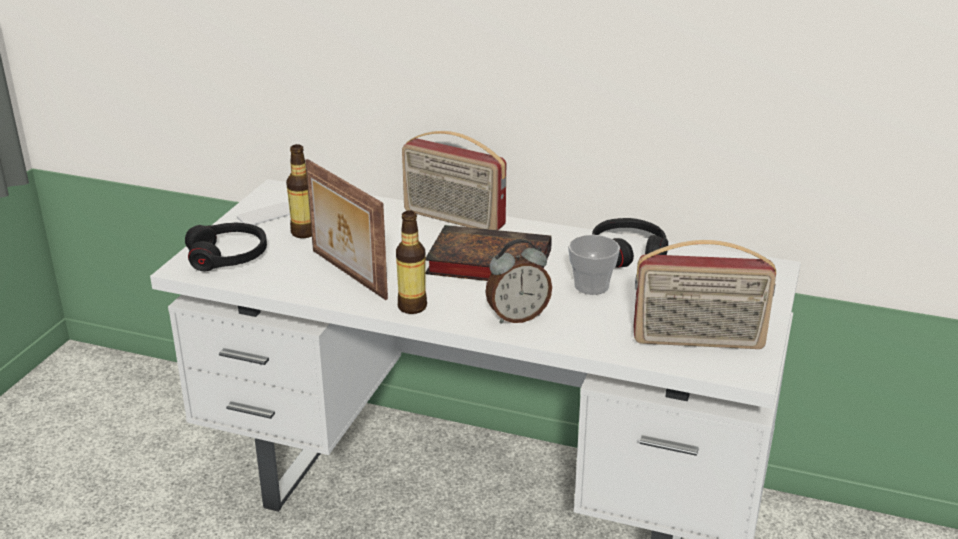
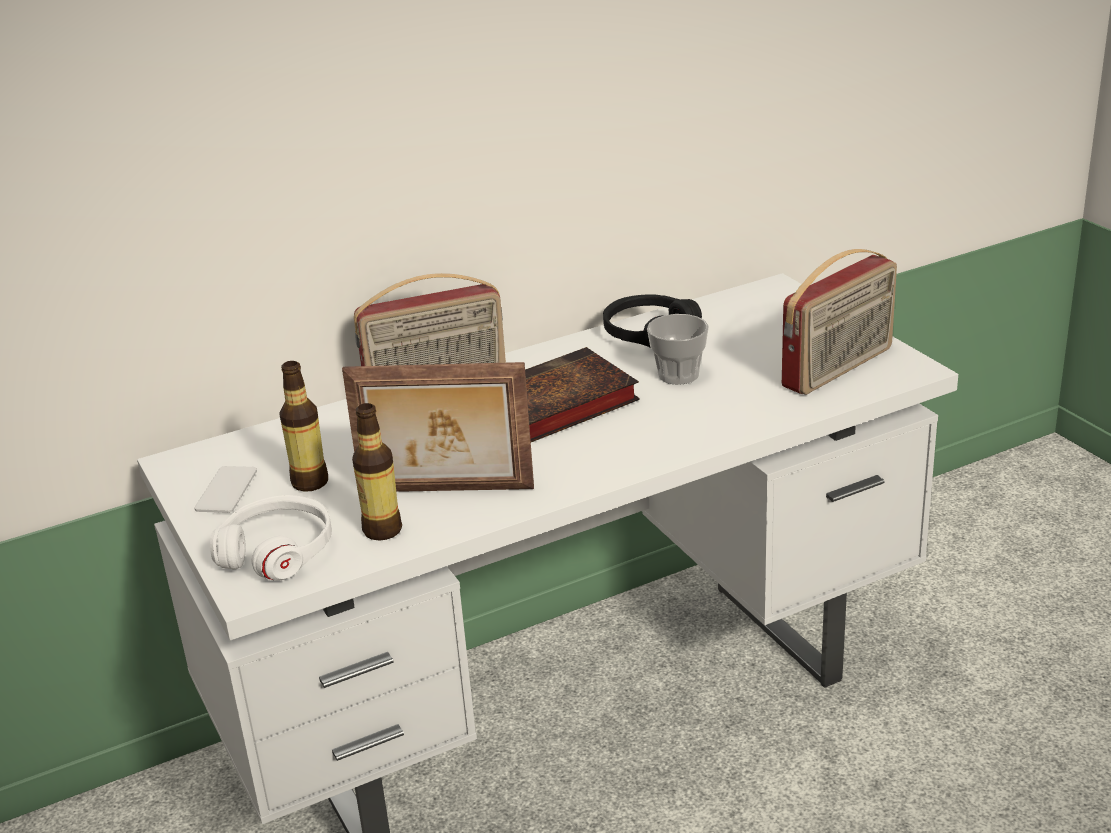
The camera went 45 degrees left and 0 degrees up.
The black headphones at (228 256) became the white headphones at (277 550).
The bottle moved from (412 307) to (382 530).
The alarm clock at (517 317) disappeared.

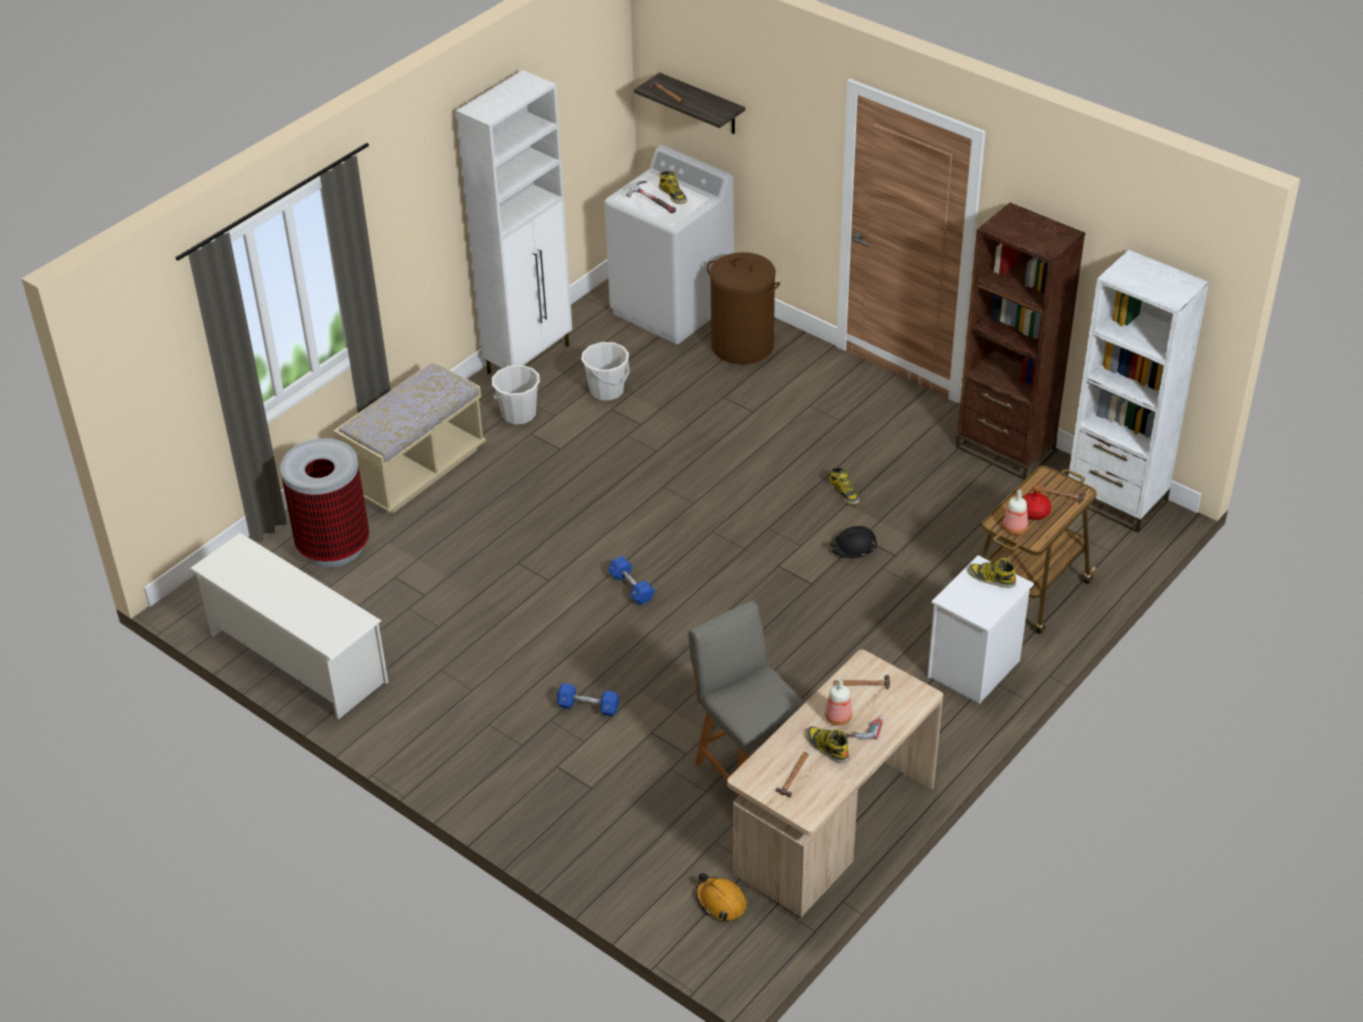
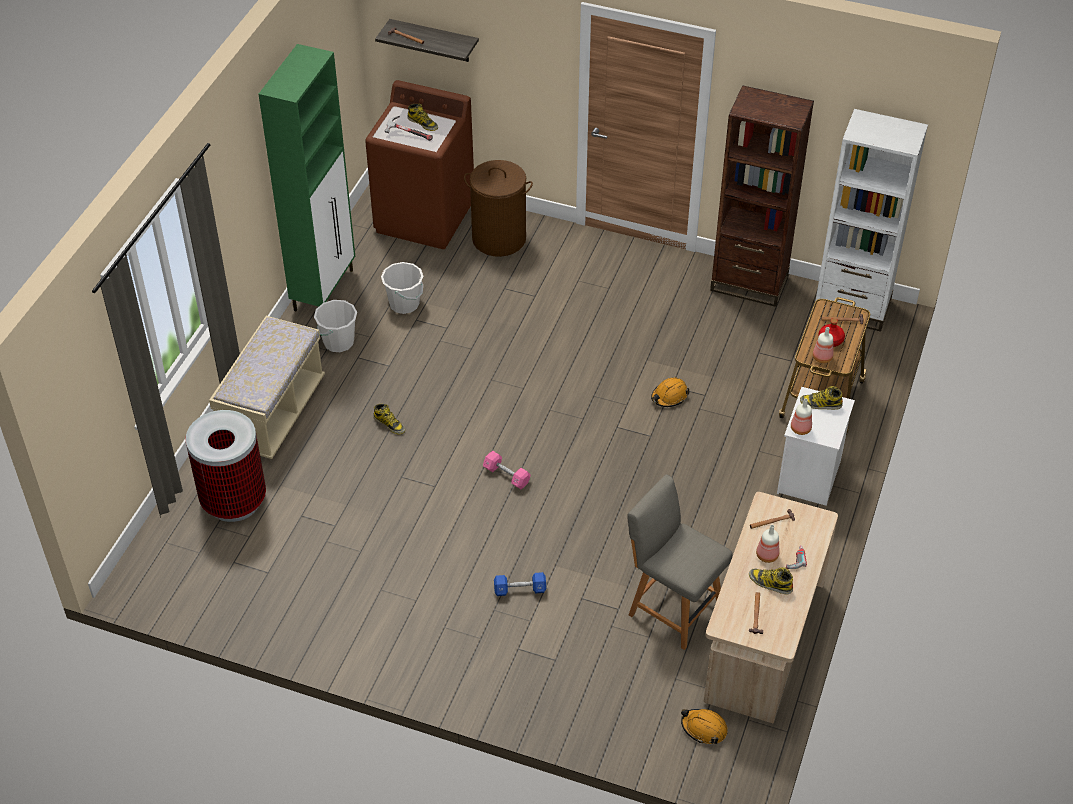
The camera went 20 degrees left and 5 degrees up.
The white shoe rack at (296 657) disappeared.
The white cabinet at (529 359) became the green cabinet at (324 289).
The white washing machine at (672 308) became the brown washing machine at (425 217).
The blue dumbbell at (631 588) became the pink dumbbell at (506 475).
The boot moved from (844 492) to (389 424).
The black hard hat at (853 547) became the orange hard hat at (669 396).
The bottle at (800 428) appeared.

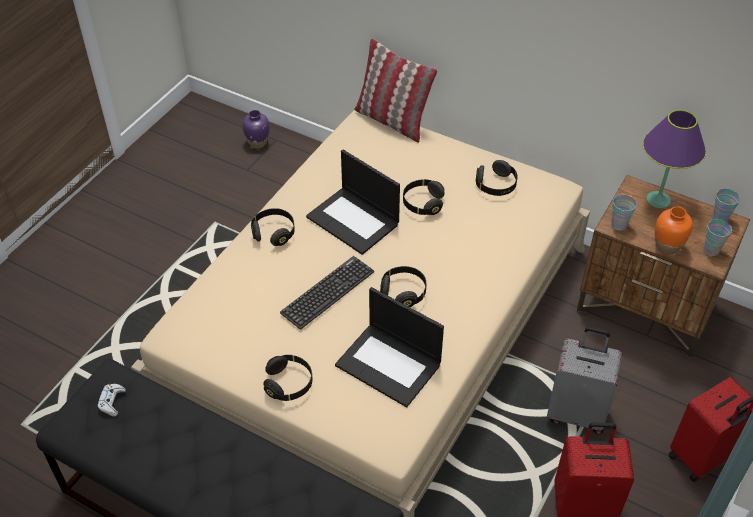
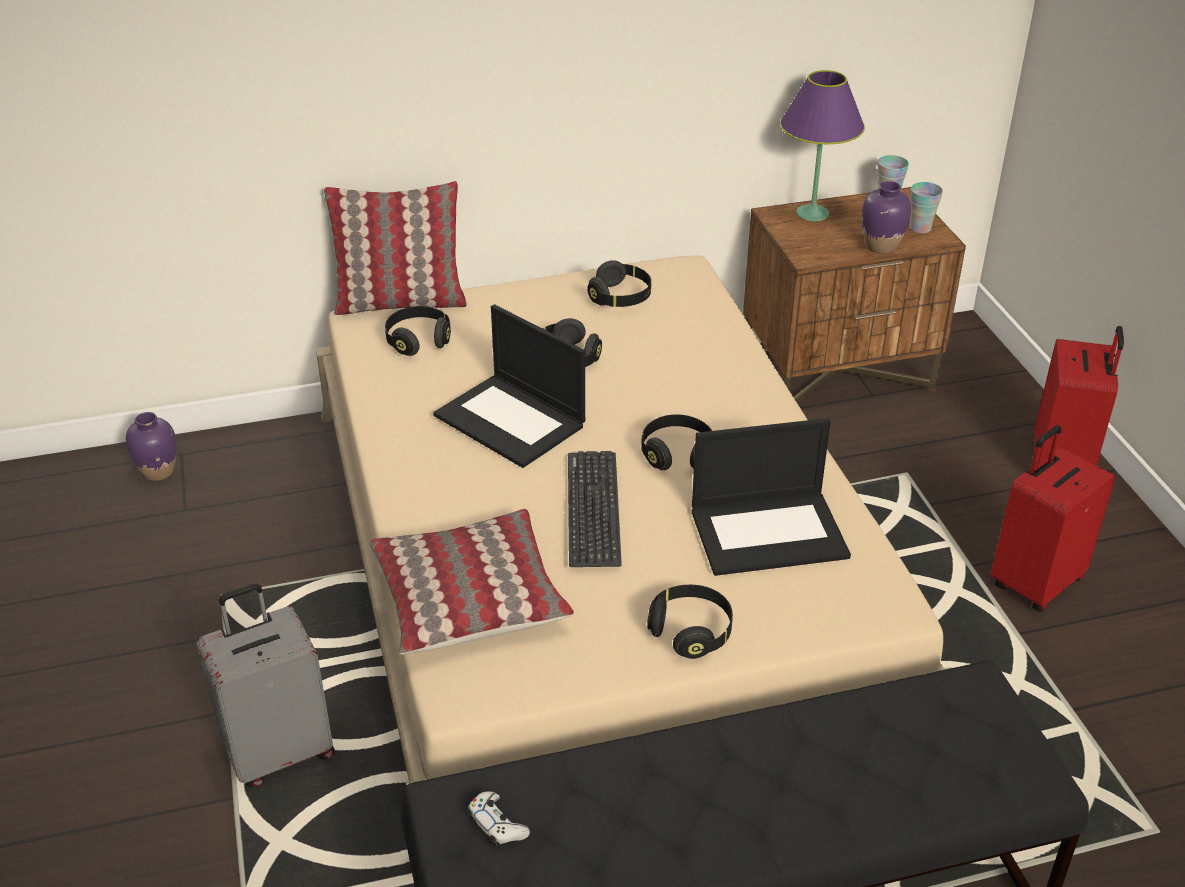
The camera went 45 degrees left and 10 degrees down.
The black headphones moved from (274 233) to (418 341).
The laptop at (354 221) turned 45 degrees clockwise.
The grey suitcase moved from (577 412) to (279 751).
The cup at (618 225) disappeared.
The orange vase at (667 247) became the purple vase at (881 246).
The pillow at (468 597) appeared.

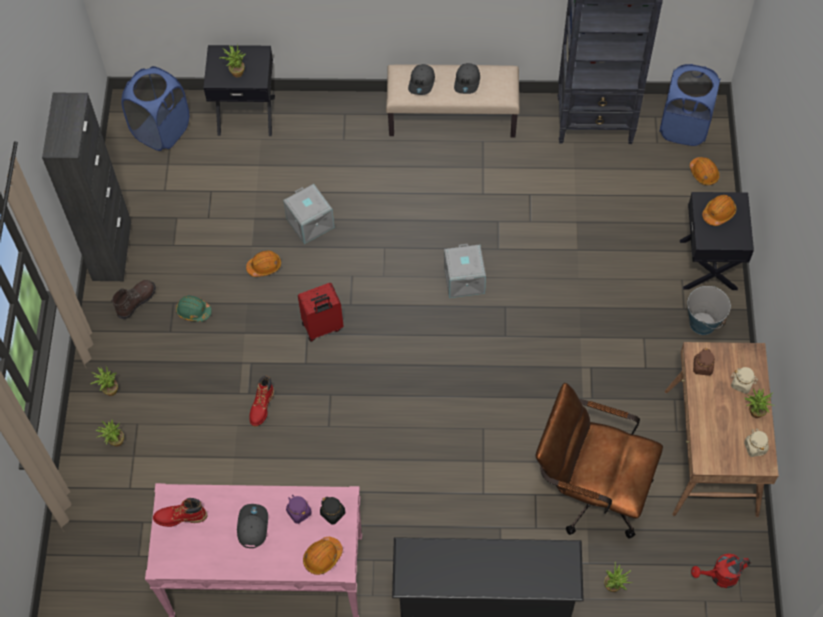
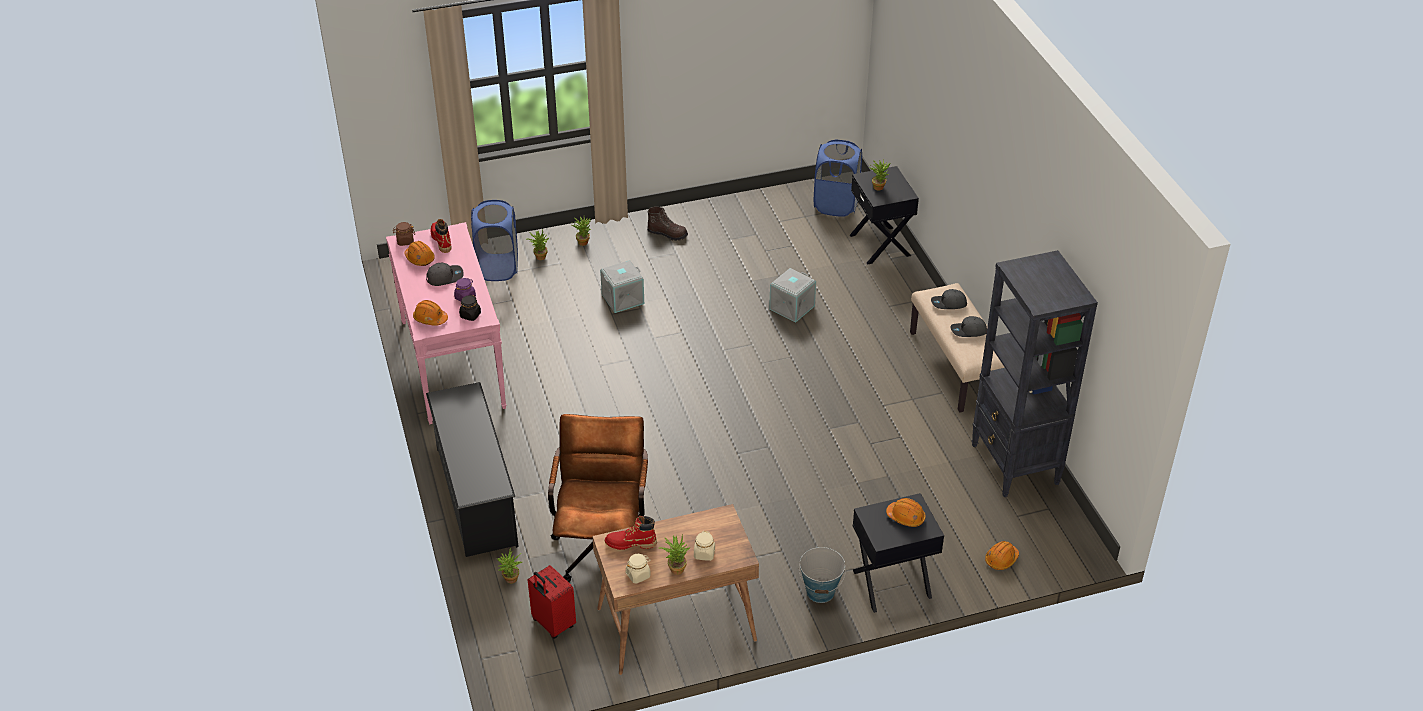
The camera went 70 degrees right and 20 degrees down.
The black cabinet at (112 251) disappeared.
The green hard hat at (193 311) disappeared.
The orange hard hat moved from (264 266) to (420 258).
The red boot moved from (262 407) to (631 543).
The red suitcase moved from (322 327) to (552 624).
The grey storage box moved from (463 280) to (622 298).
The blue laundry basket moved from (684 127) to (498 268).
The red watering can at (719 576) disappeared.
The brown jar moved from (702 367) to (405 241).

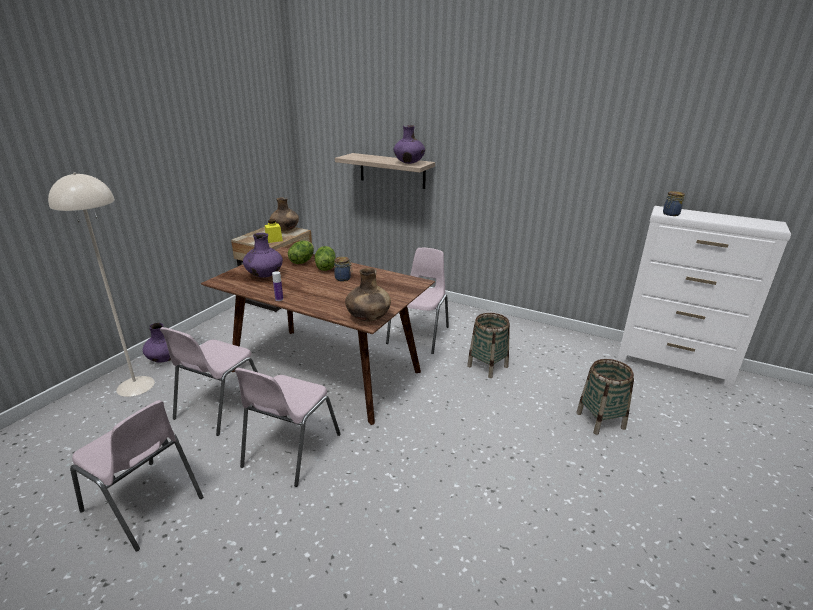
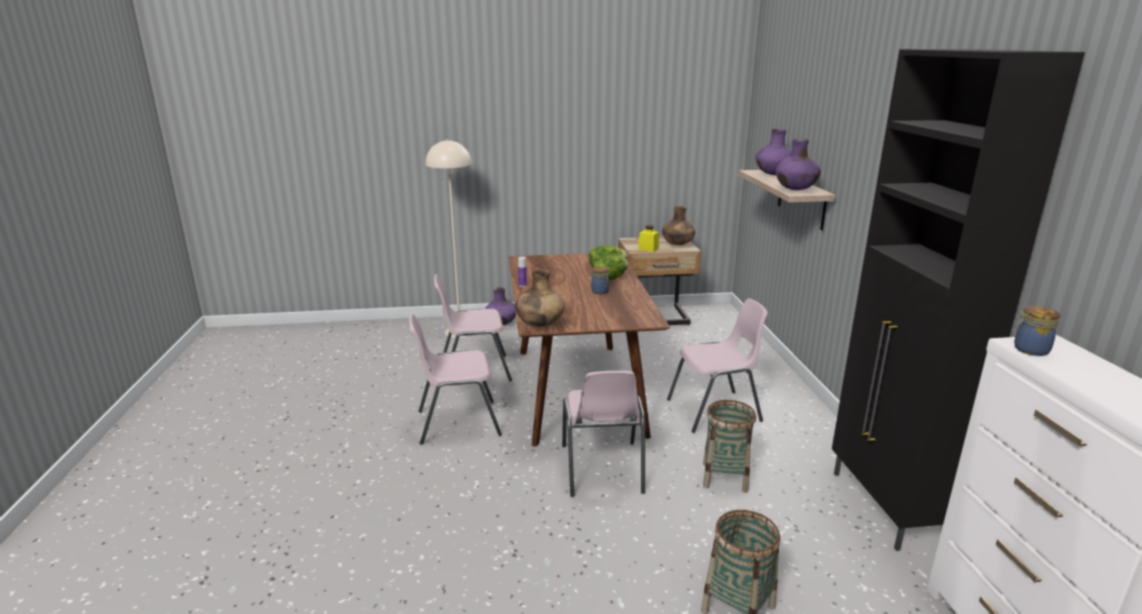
The camera went 55 degrees right and 5 degrees down.
The pink chair moved from (144 505) to (602 469).
The purple vase moved from (264 276) to (773 174).
The black cabinet at (885 508) appeared.

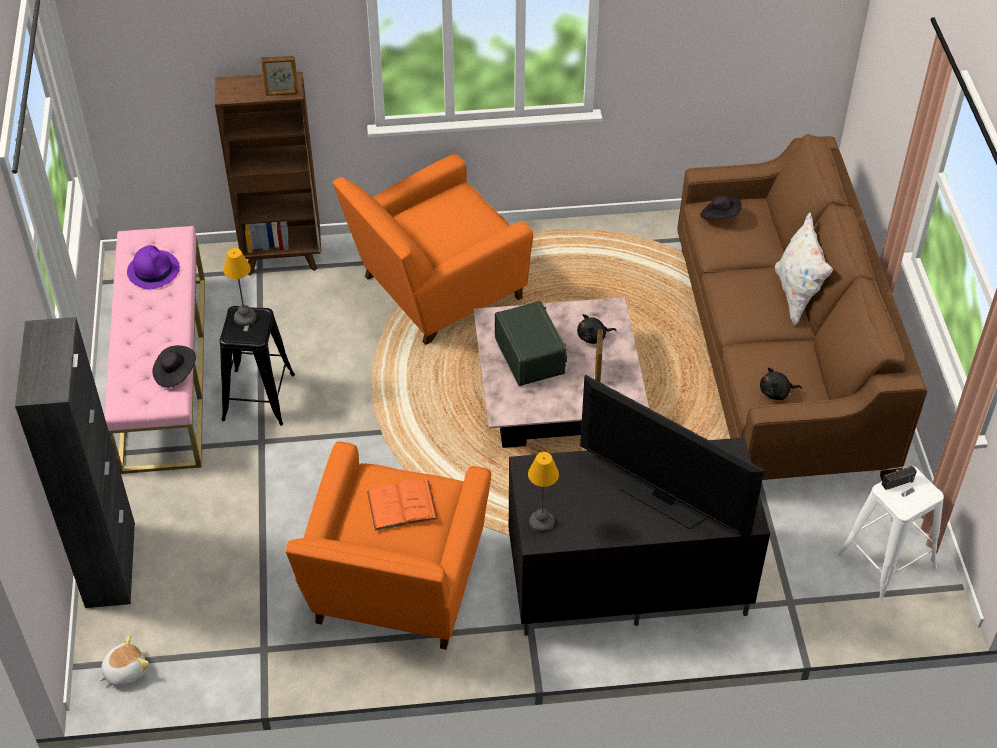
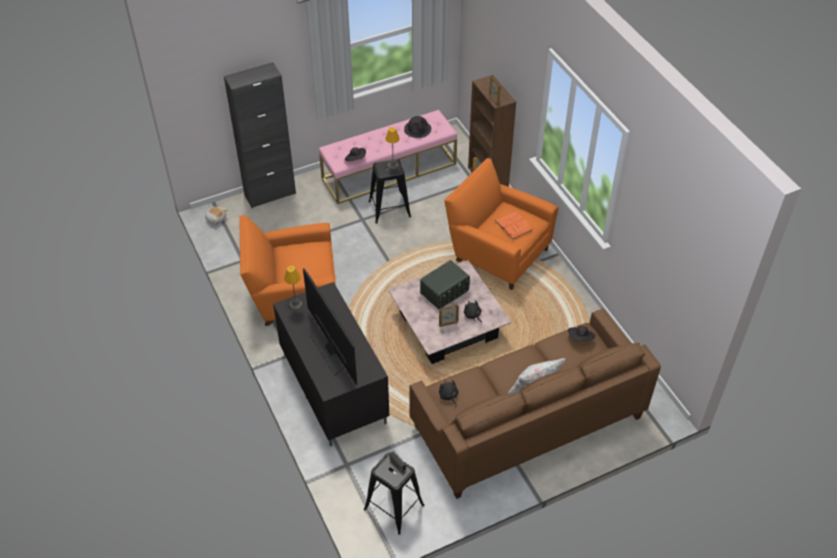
The camera went 70 degrees right and 0 degrees up.
The purple hat at (153 270) became the black hat at (417 129).
The orange book moved from (402 505) to (513 225).
The television at (664 497) turned 135 degrees clockwise.
The white stool at (886 561) became the black stool at (393 507).

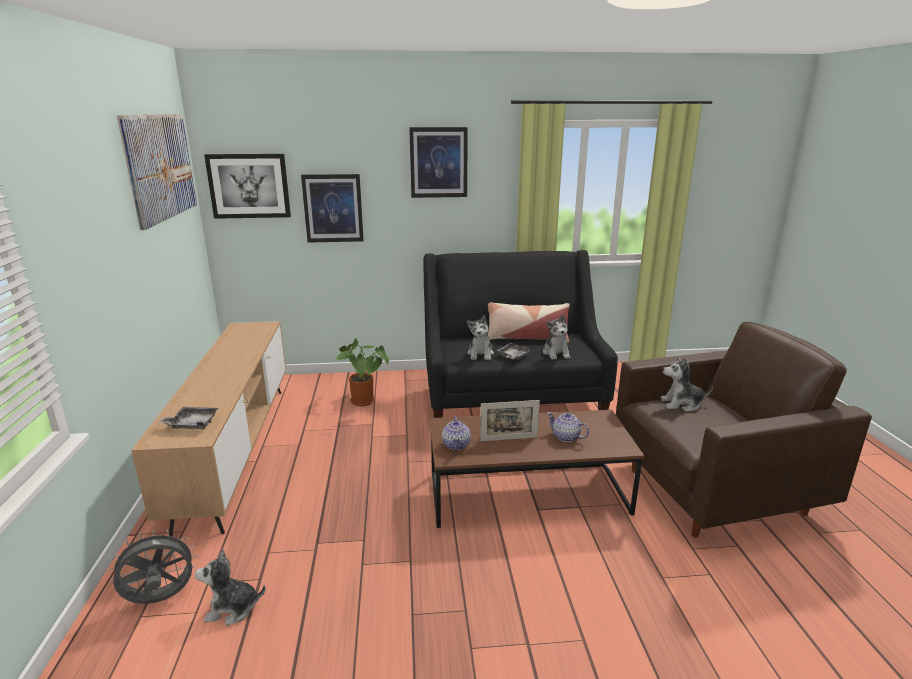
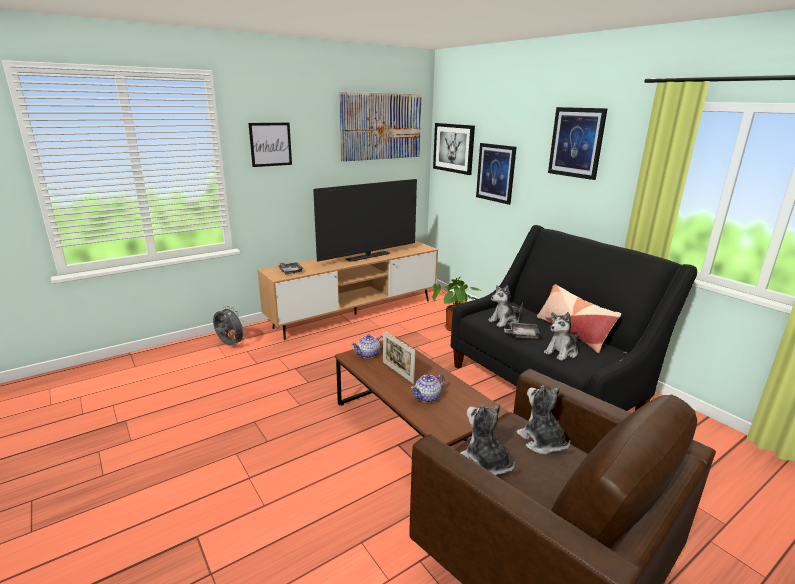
The camera went 60 degrees right and 0 degrees up.
The plush toy moved from (232 609) to (484 464).
The teapot at (566 437) turned 135 degrees counterclockwise.
The picture at (270 144) appeared.
The television at (368 256) appeared.

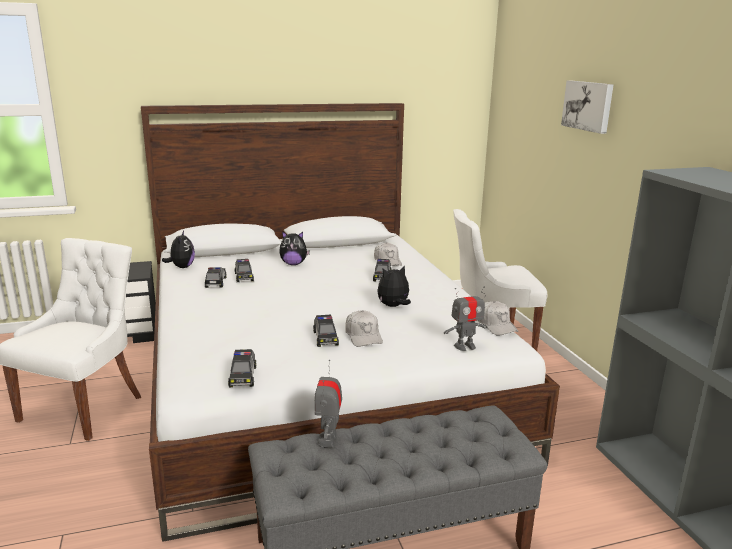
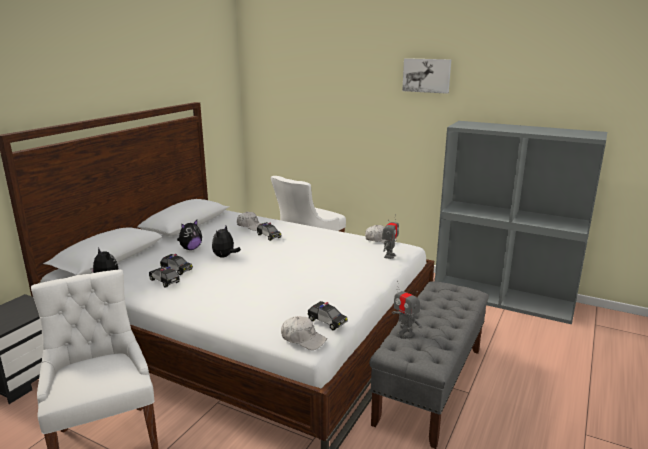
The camera went 45 degrees left and 0 degrees up.
The toy car at (325 338) disappeared.
The white cap moved from (363 336) to (303 339).
The plush toy moved from (393 306) to (225 256).
The picture moved from (588 106) to (426 75).

